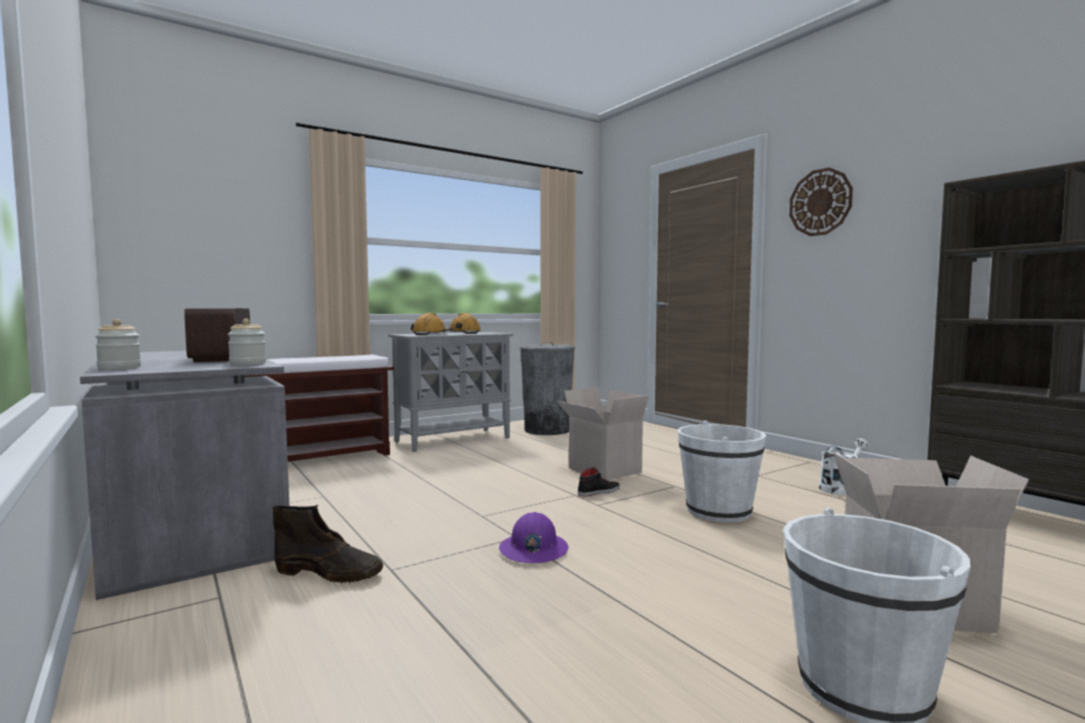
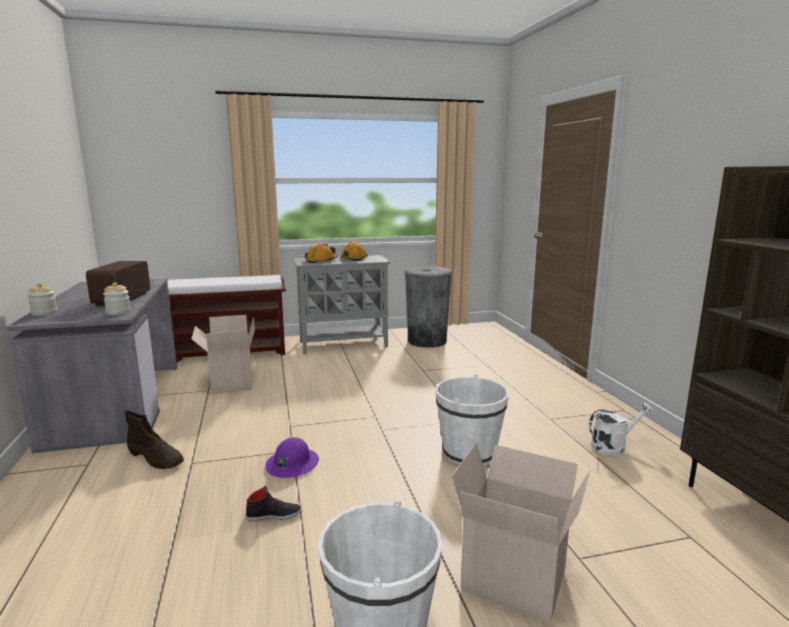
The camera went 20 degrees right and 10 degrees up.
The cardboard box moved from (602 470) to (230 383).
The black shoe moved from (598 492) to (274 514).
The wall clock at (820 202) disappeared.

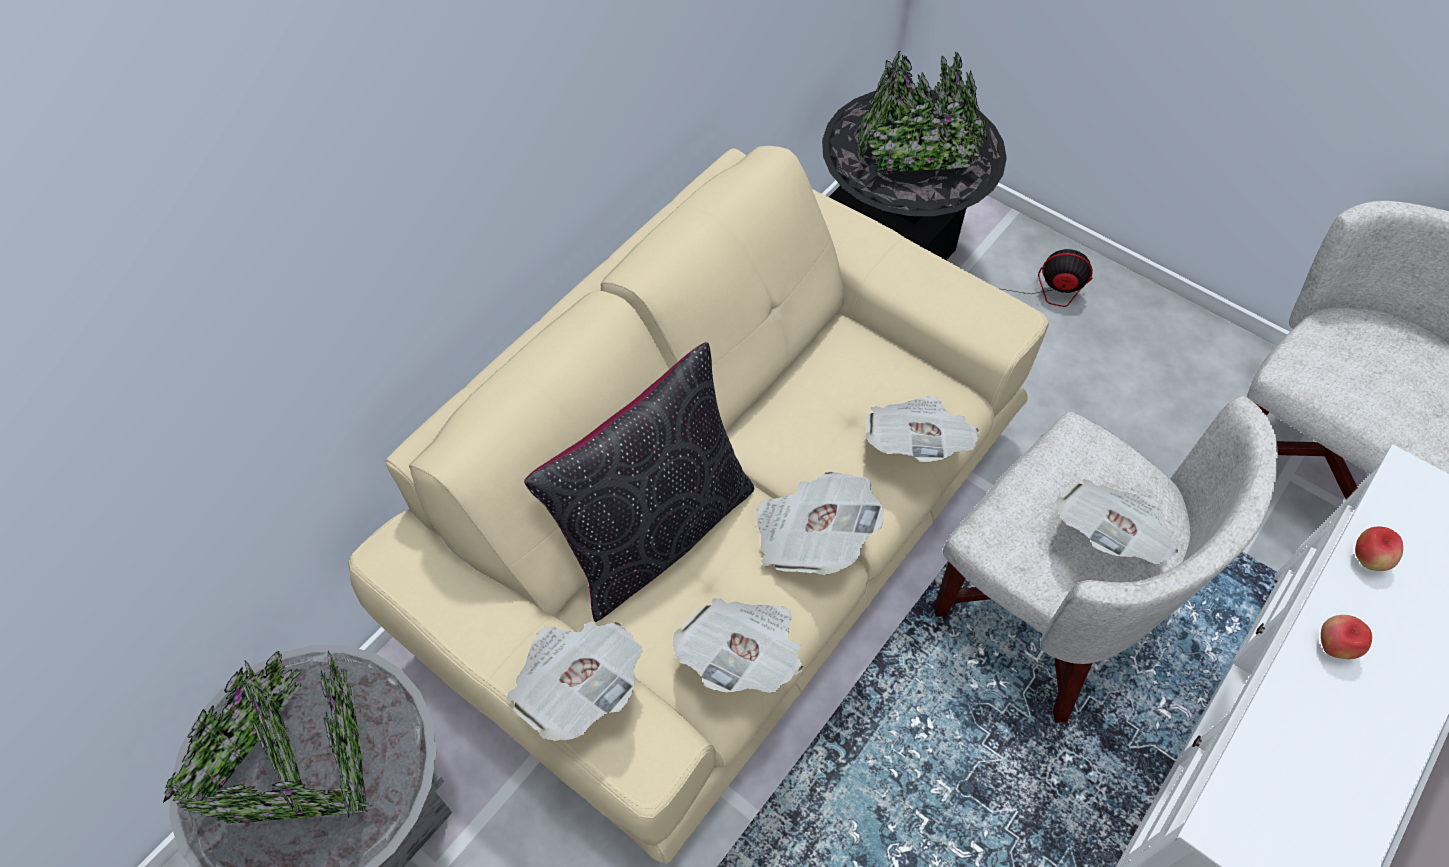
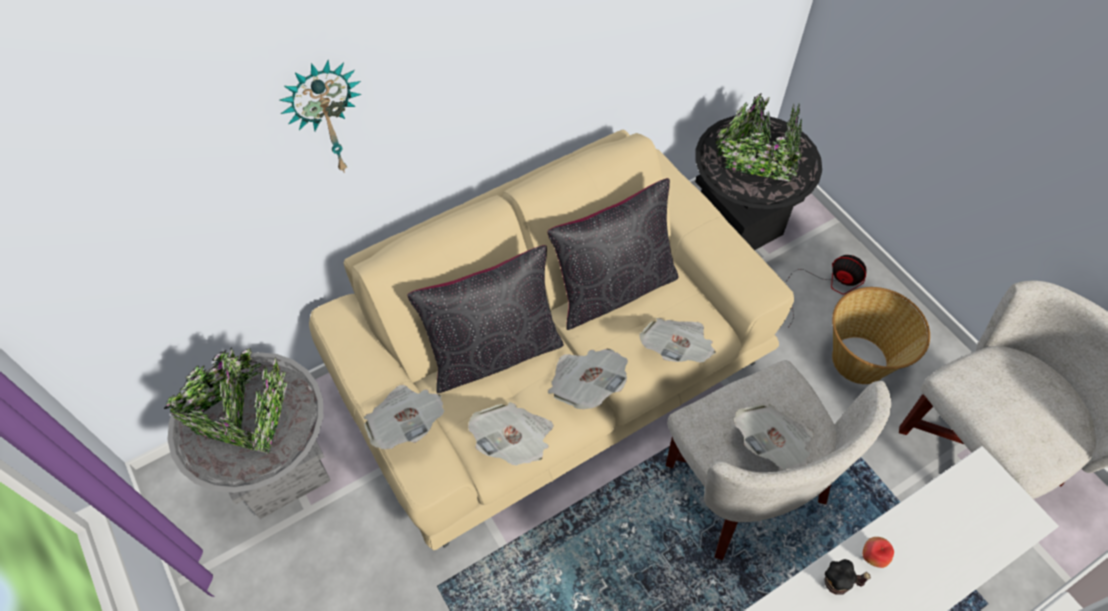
The camera went 20 degrees right and 0 degrees up.
The apple at (1367 559) disappeared.
The wall clock at (326 117) appeared.
The black pillow at (613 289) appeared.
The mug at (840 583) appeared.
The basket at (860 359) appeared.

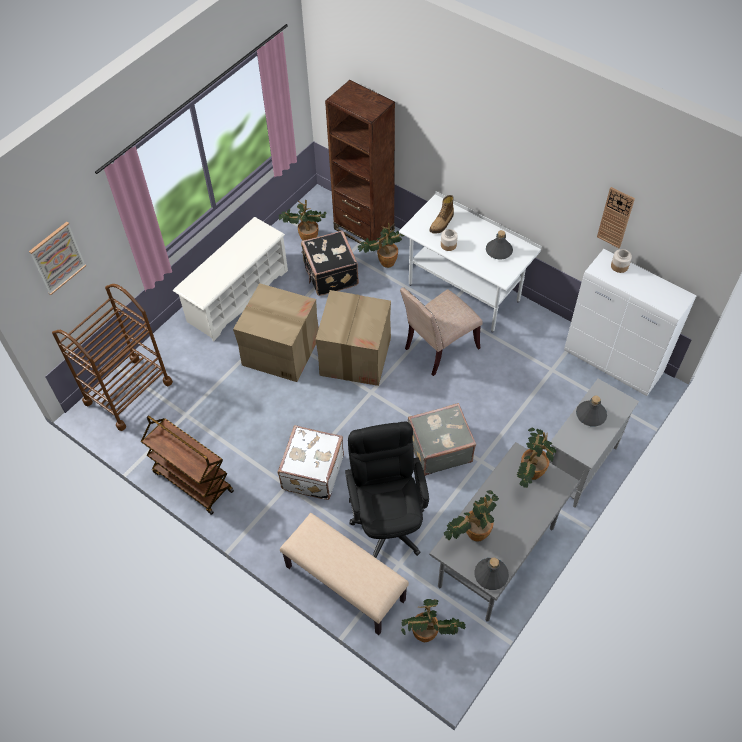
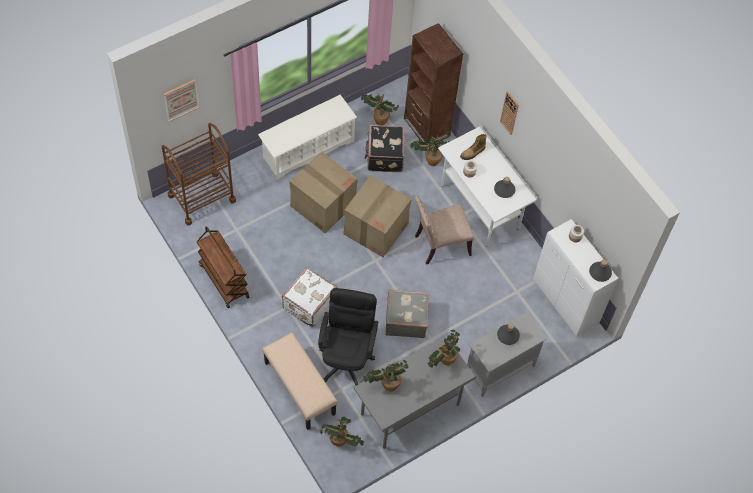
The camera went 15 degrees right and 5 degrees up.
The grey bottle moved from (491 575) to (600 272).
The wall clock moved from (615 217) to (509 113).

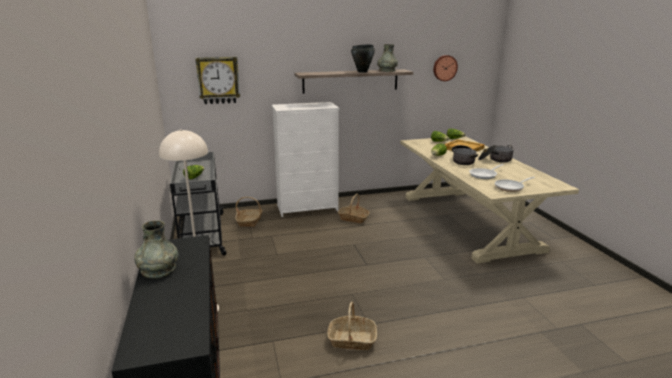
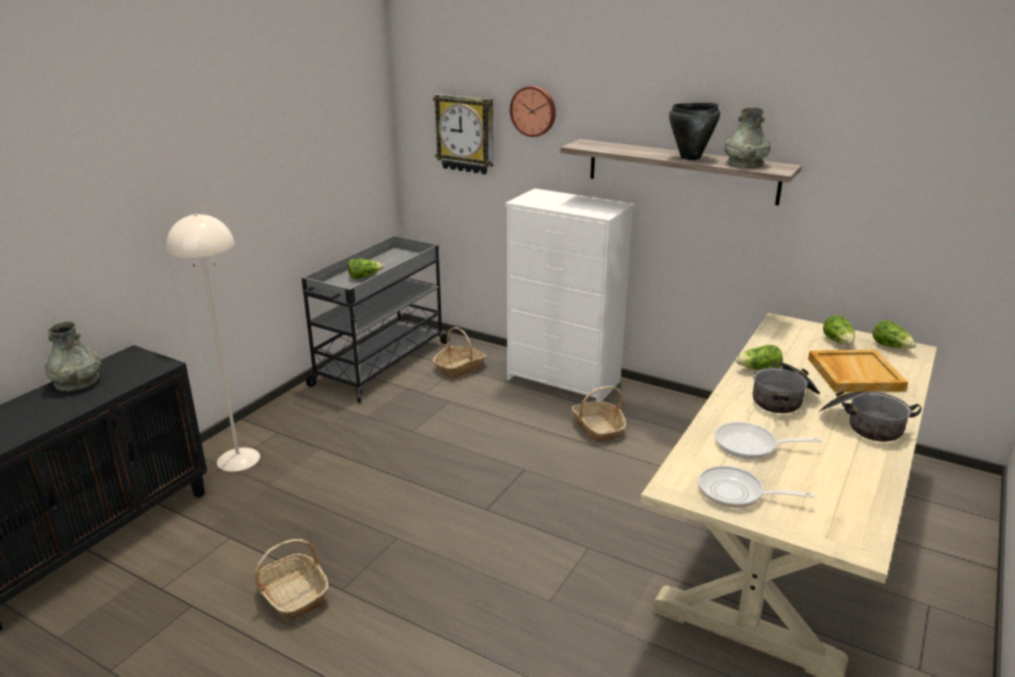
The camera went 45 degrees right and 5 degrees up.
The wall clock moved from (444 68) to (534 111).

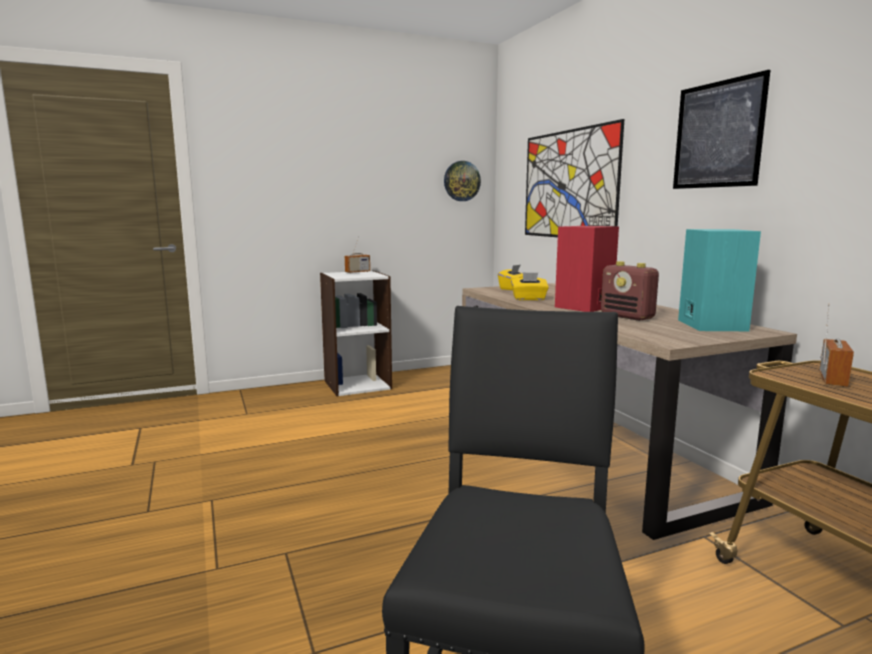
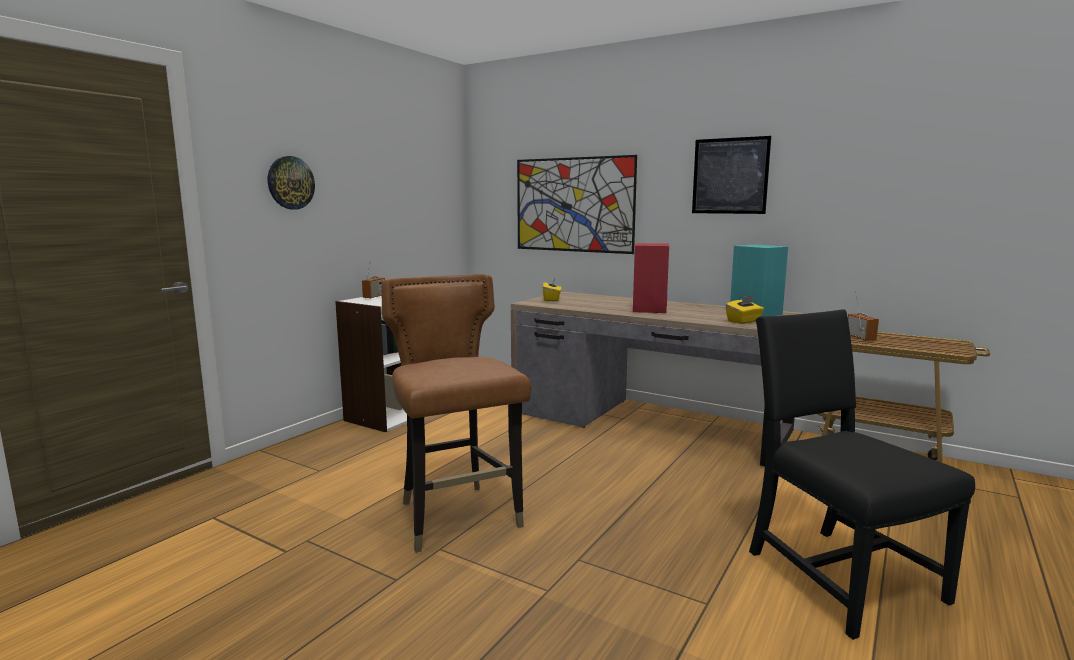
The camera went 35 degrees left and 0 degrees up.
The wall clock moved from (461 181) to (290 183).
The yellow tissue box moved from (529 299) to (744 321).
The radio at (627 317) disappeared.
The brown chair at (457 517) appeared.

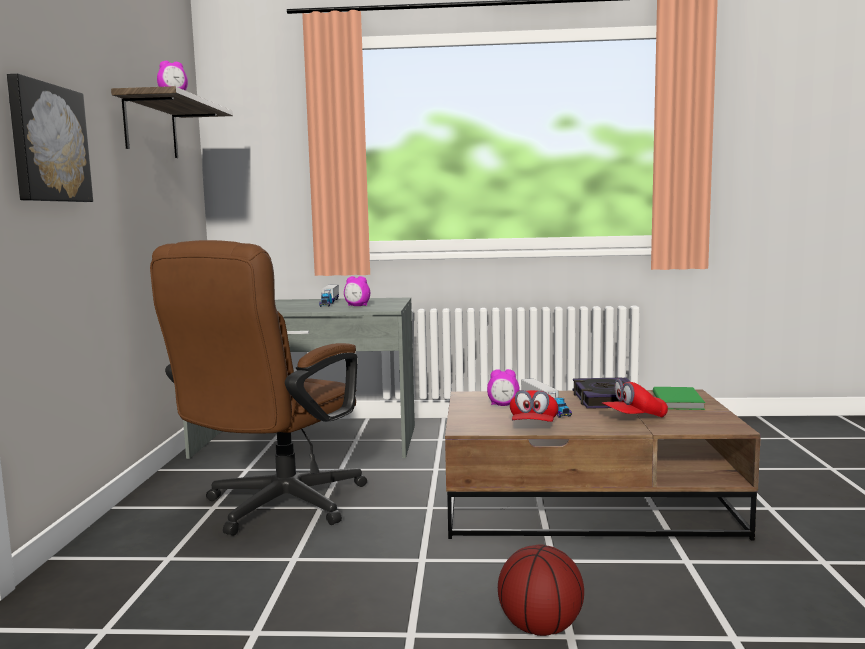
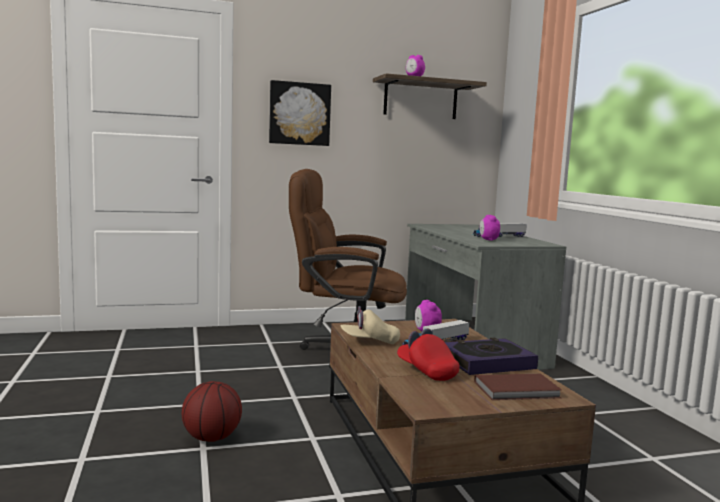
The camera went 70 degrees right and 0 degrees up.
The red cap at (533 427) became the beige cap at (369 342).
The green book at (679 401) became the brown book at (518 390).

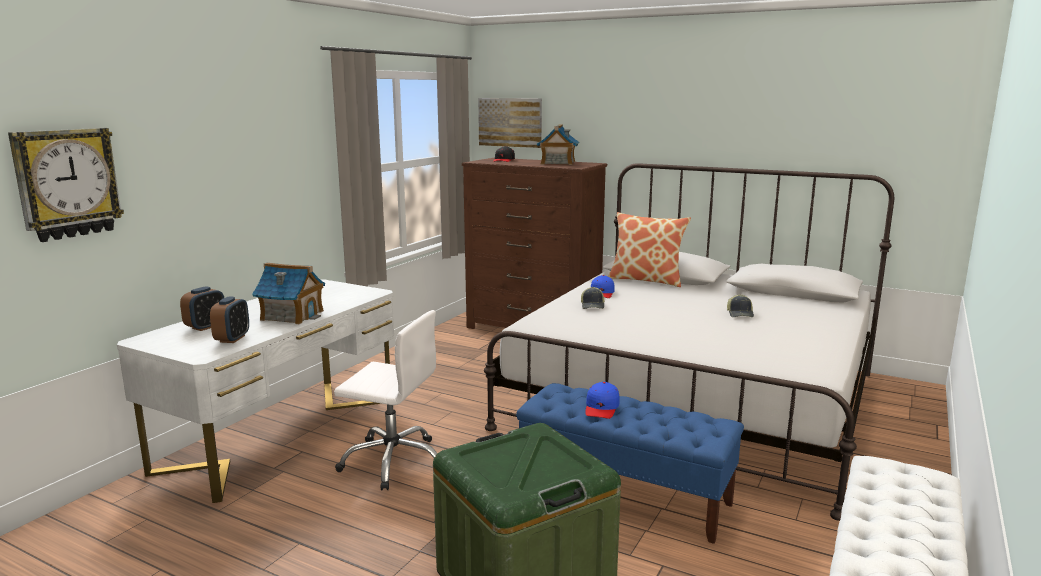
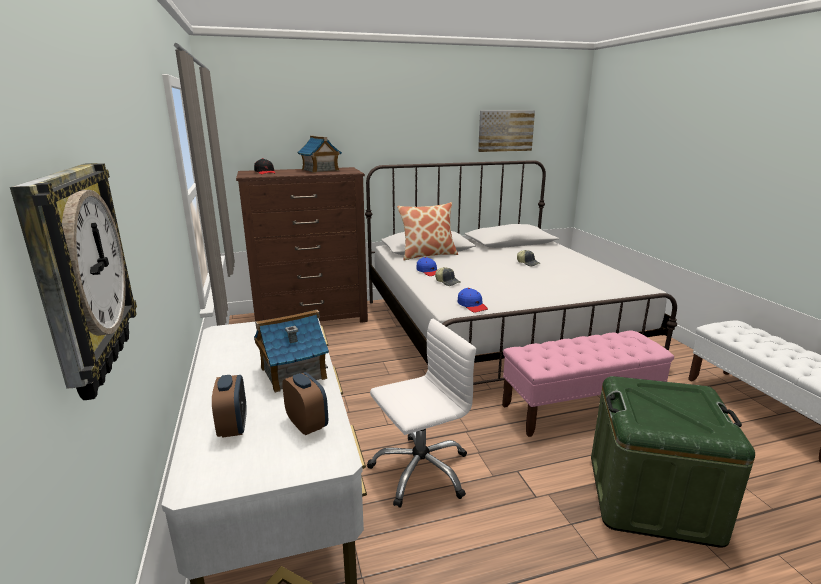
The camera went 45 degrees left and 5 degrees up.
The picture moved from (510 122) to (505 131).
The blue bench at (625 495) became the pink bench at (580 408).
The blue cap moved from (602 408) to (472 305).

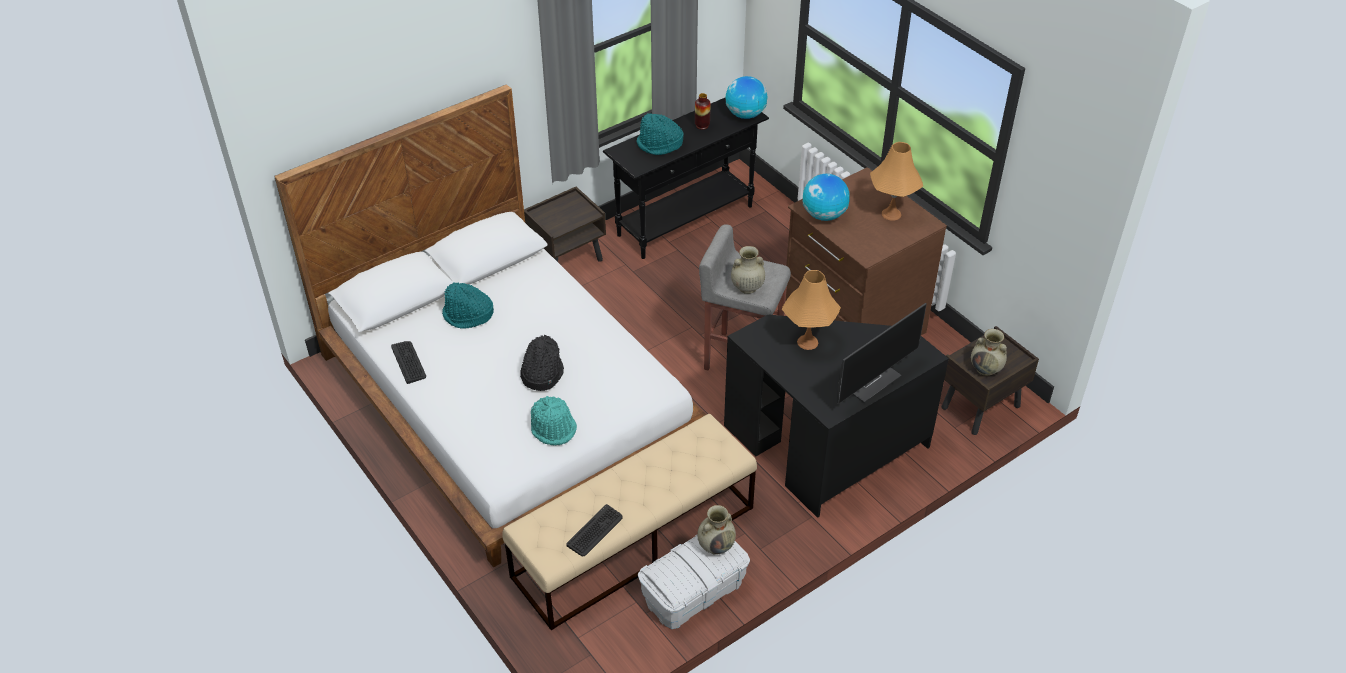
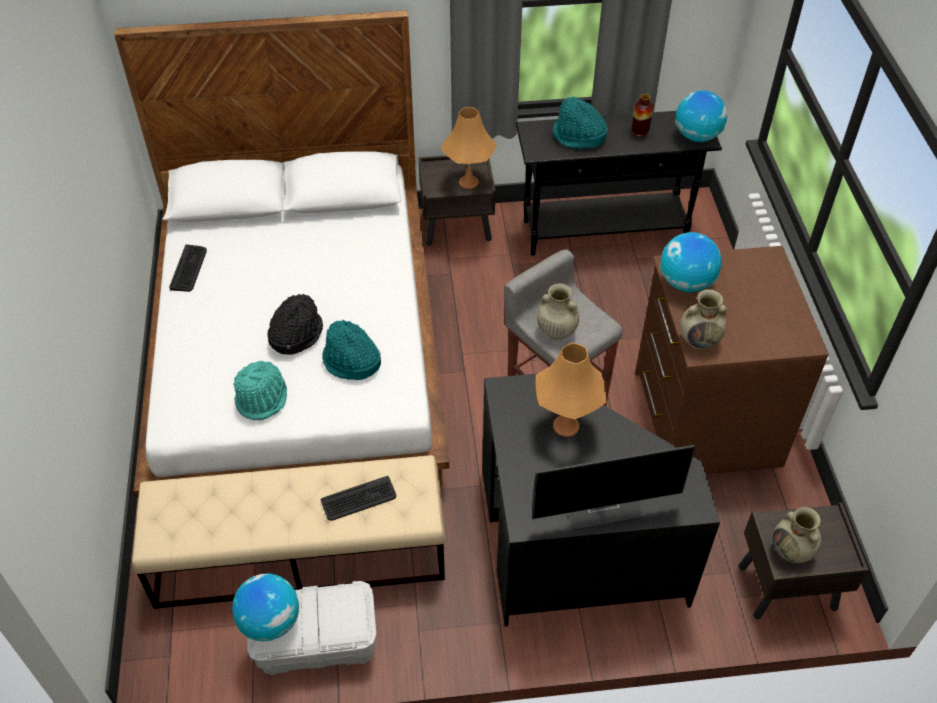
The camera went 30 degrees right and 5 degrees up.
The turquoise hat moved from (468 315) to (351 362).
The keyboard moved from (595 531) to (359 499).
The beige vase moved from (716 545) to (699 340).
The orange table lamp moved from (891 214) to (468 182).
The globe at (270 621) appeared.

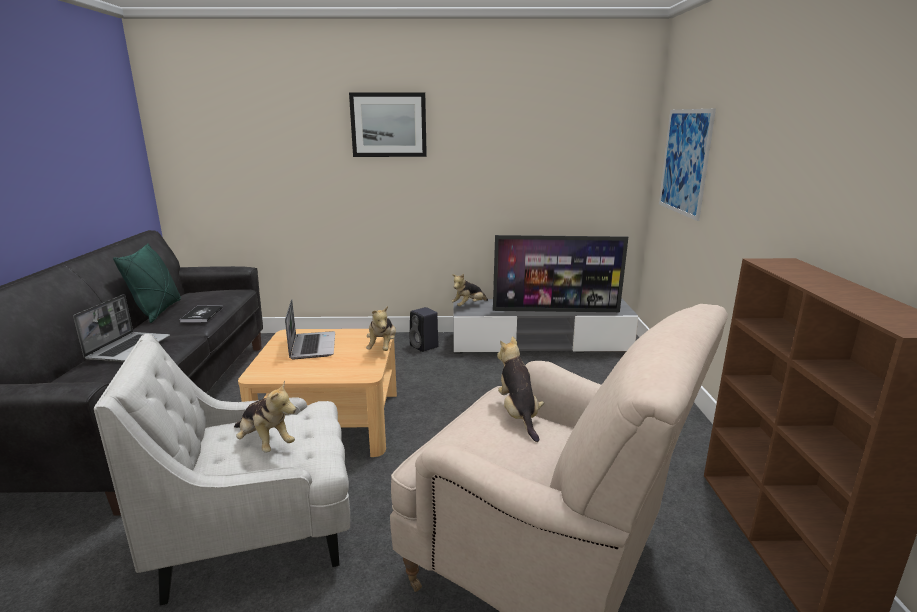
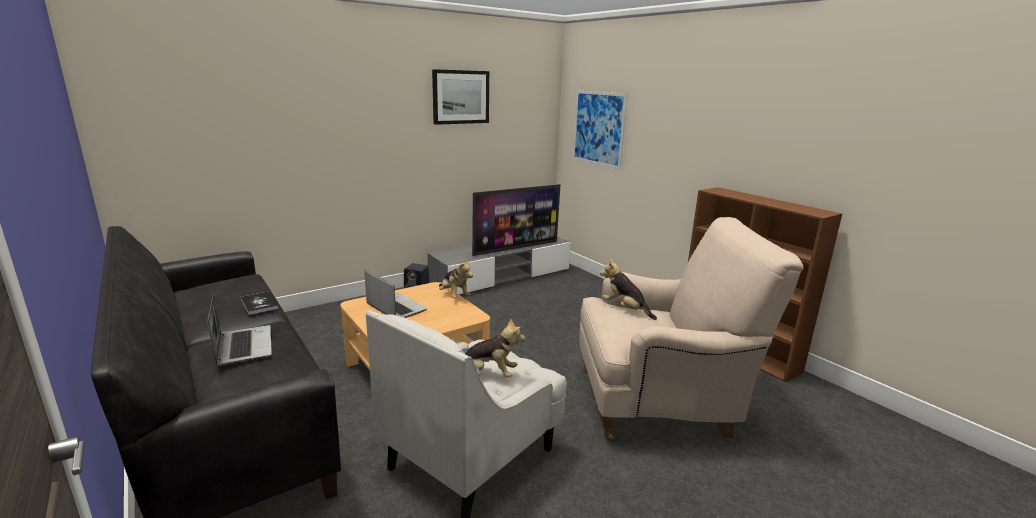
The camera went 35 degrees left and 0 degrees up.
The green pillow at (158 311) disappeared.
The picture moved from (388 125) to (461 97).
The plush toy at (469 306) disappeared.

